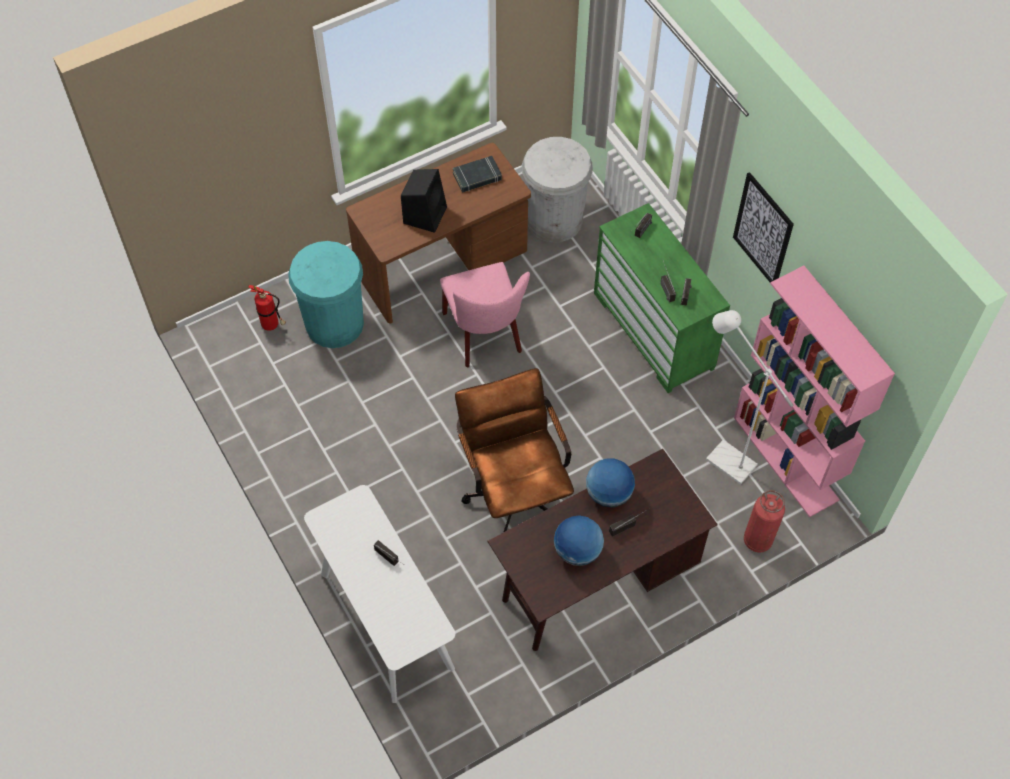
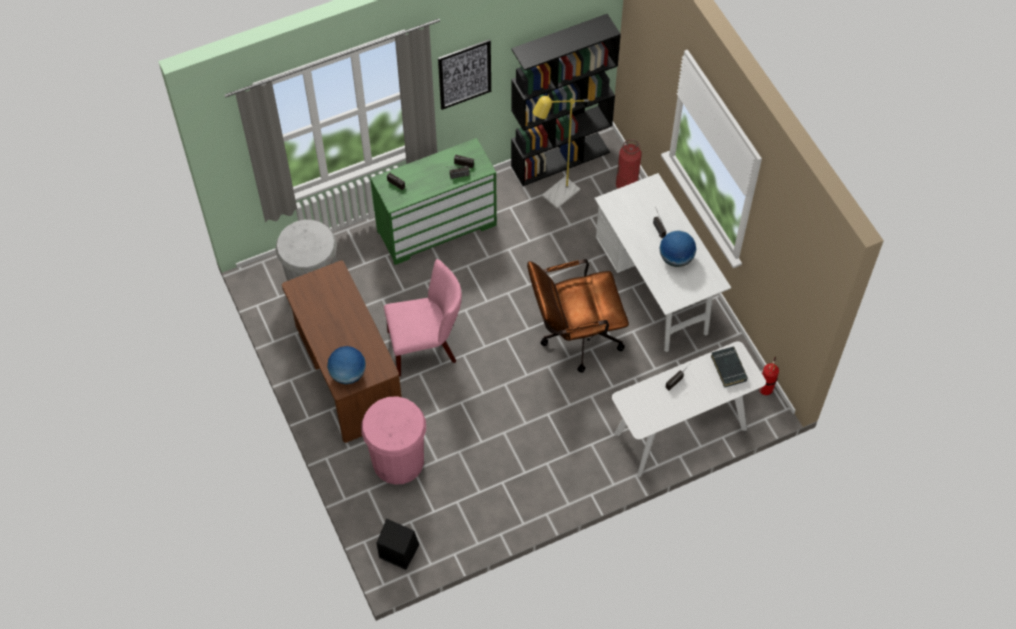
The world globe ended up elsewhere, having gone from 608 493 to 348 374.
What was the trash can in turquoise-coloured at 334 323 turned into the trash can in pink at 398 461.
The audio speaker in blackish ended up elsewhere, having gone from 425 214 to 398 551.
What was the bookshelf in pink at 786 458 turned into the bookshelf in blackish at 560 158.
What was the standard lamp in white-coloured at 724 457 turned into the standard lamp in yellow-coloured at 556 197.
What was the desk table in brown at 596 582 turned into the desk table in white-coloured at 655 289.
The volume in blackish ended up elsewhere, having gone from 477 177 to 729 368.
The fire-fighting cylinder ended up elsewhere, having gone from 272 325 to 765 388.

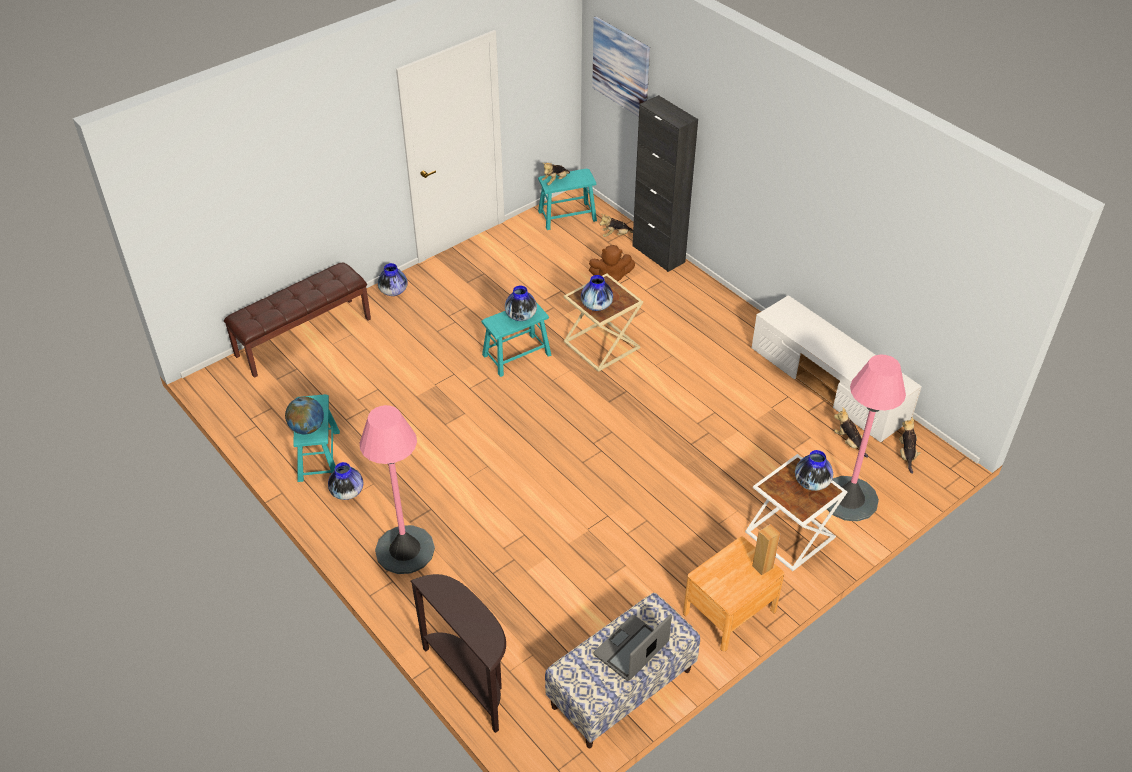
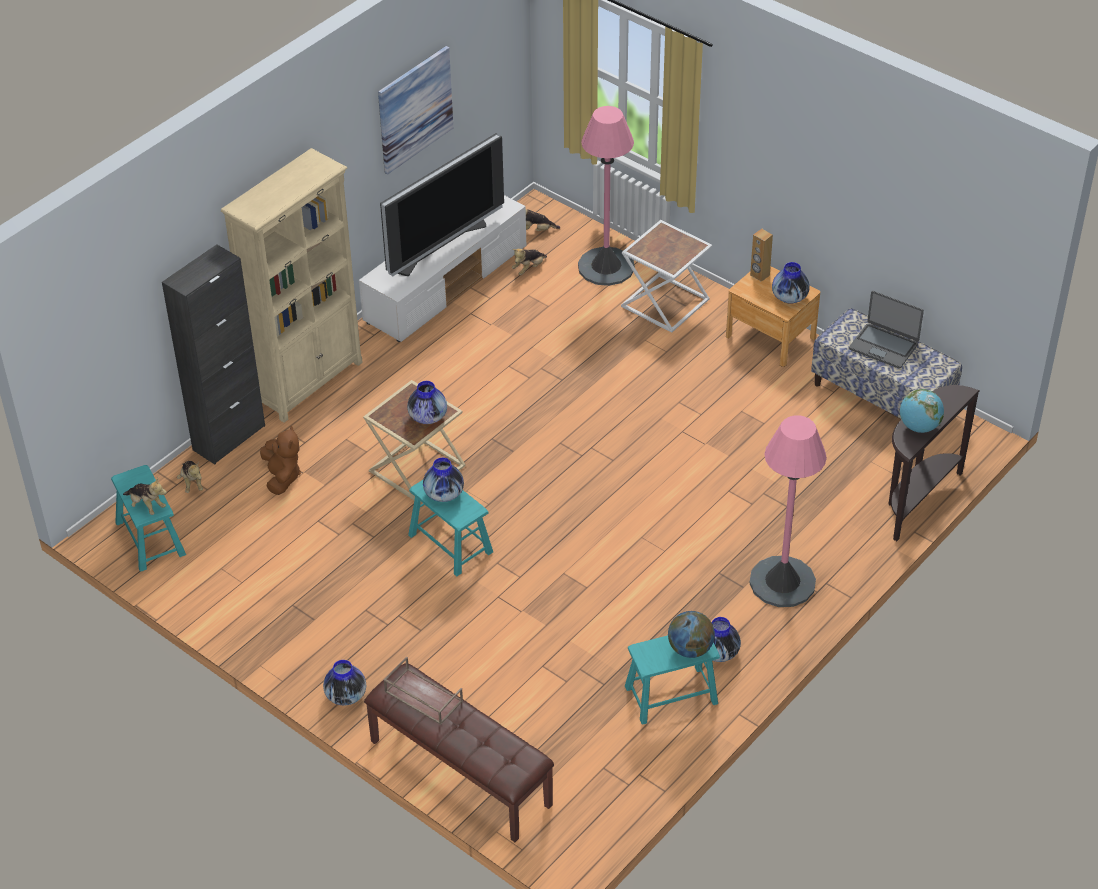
The second view gained the bookshelf in beige-coloured at 309 382.
The wall art ended up elsewhere, having gone from 621 67 to 415 109.
The second view gained the TV set at 441 246.
The second view gained the carrying tray in brown at 422 696.
The flower vase ended up elsewhere, having gone from 811 482 to 789 297.
The second view gained the world globe at 919 427.

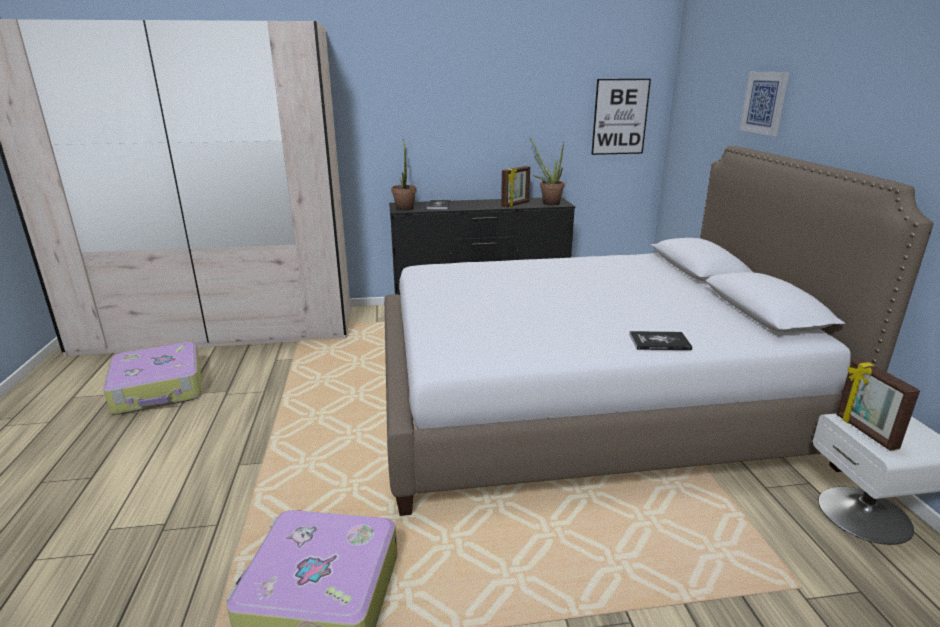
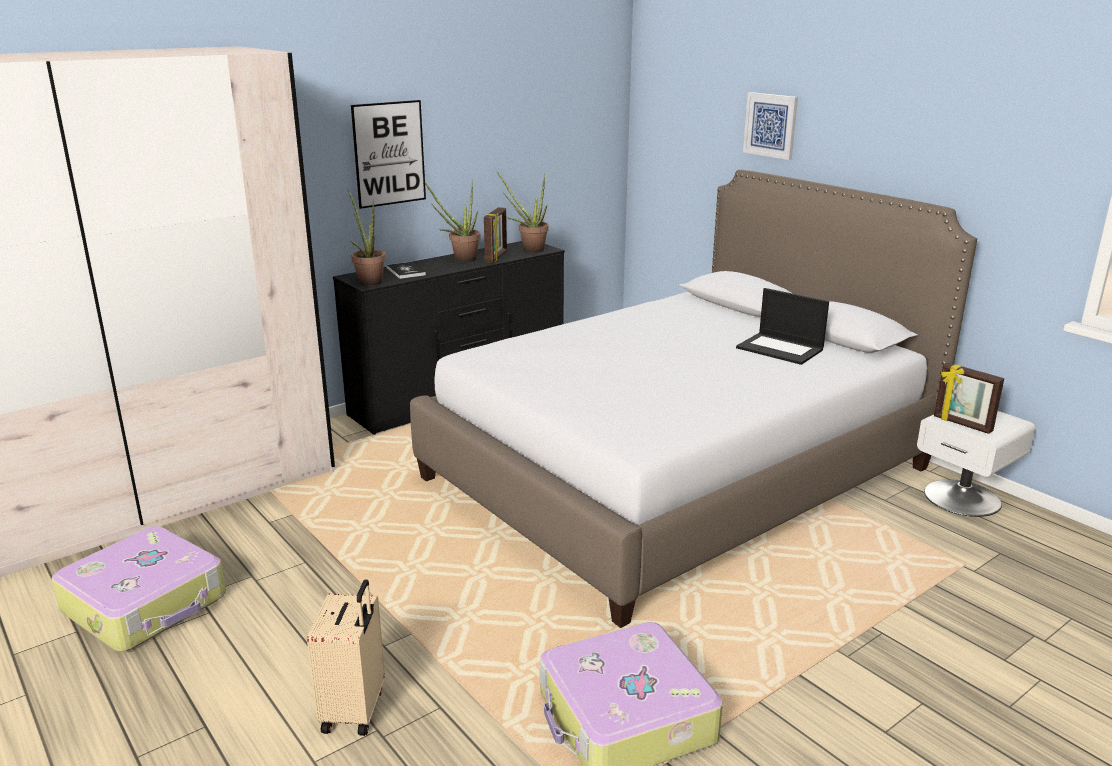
The second view gained the piece of luggage in beige-coloured at 355 710.
The wall art ended up elsewhere, having gone from 620 117 to 389 154.
The second view gained the houseplant at 460 259.
The second view gained the laptop at 781 349.
The second view lost the volume at 659 342.

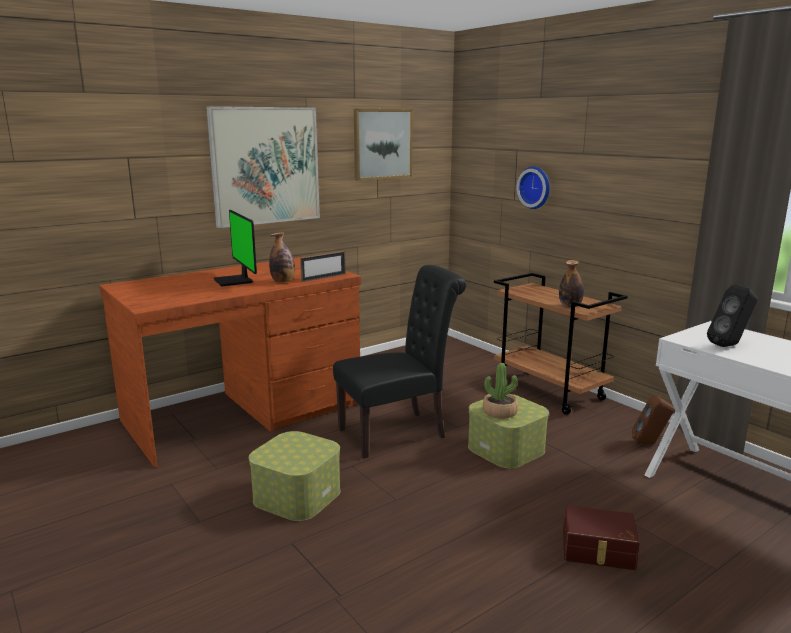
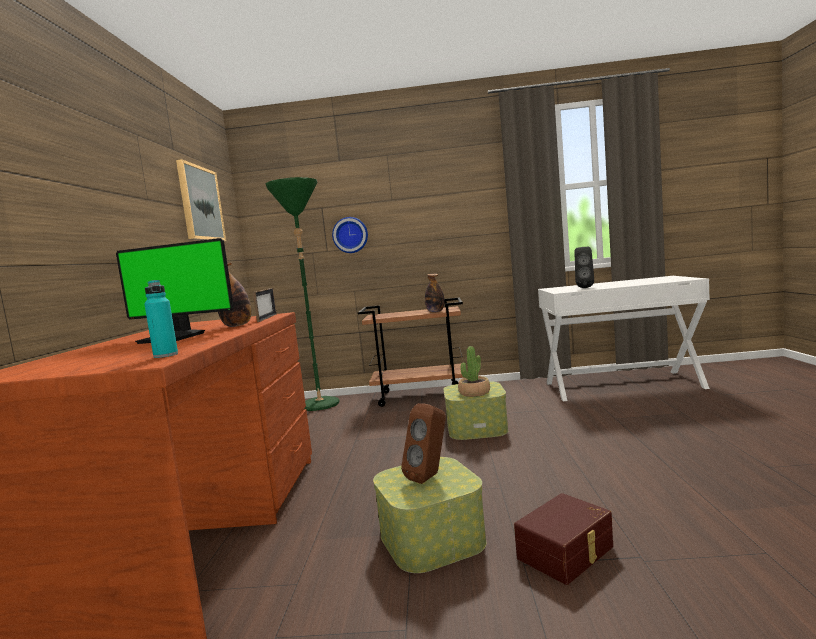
The second view gained the drink bottle in turquoise-coloured at 166 355.
The second view gained the standard lamp in green-coloured at 320 407.
The audio speaker in brown ended up elsewhere, having gone from 650 443 to 430 476.
The storage bin in brown ended up elsewhere, having gone from 598 551 to 567 553.
The second view lost the wall art at 265 166.
The second view lost the upright chair in blackish at 398 432.

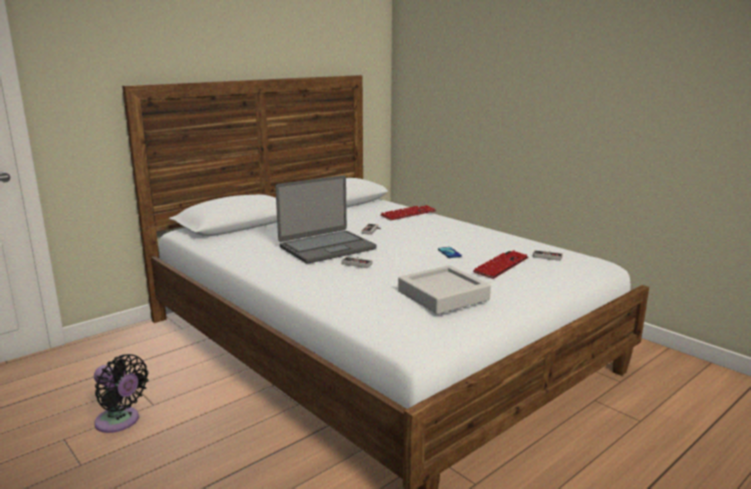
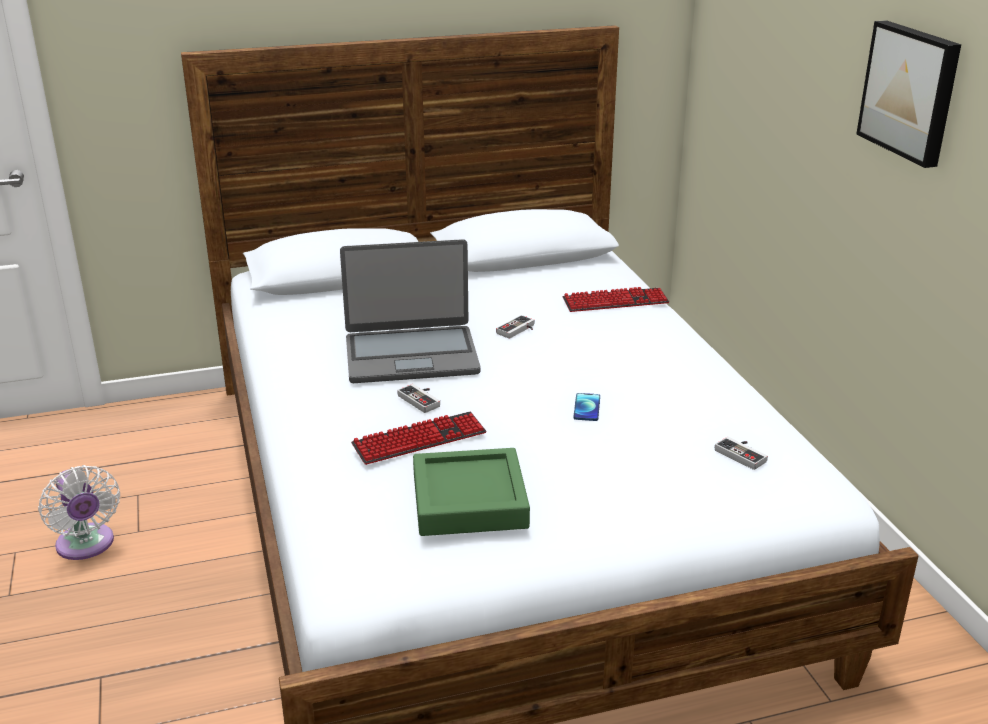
What was the fan in blackish at 120 422 turned into the fan in white-coloured at 86 546.
The keyboard ended up elsewhere, having gone from 501 266 to 419 440.
What was the carrying tray in greyish at 443 295 turned into the carrying tray in green-coloured at 469 501.
The second view gained the wall art at 911 92.

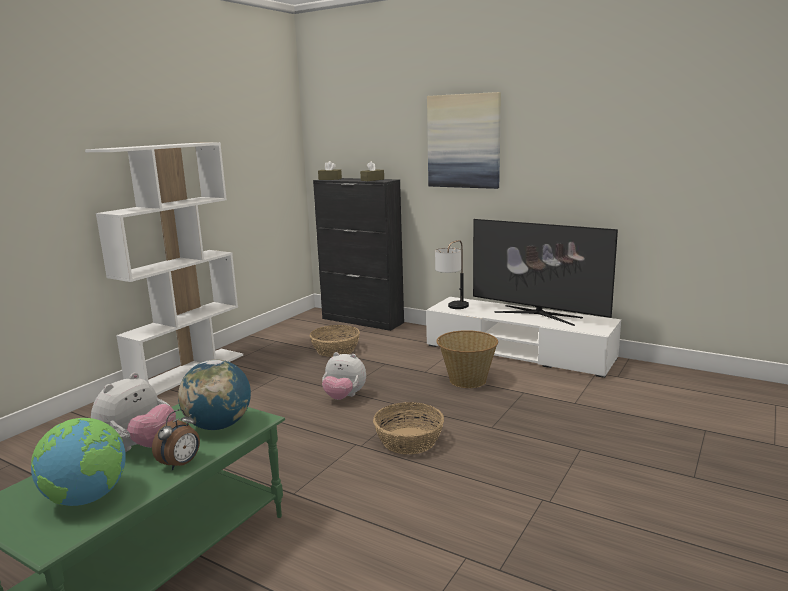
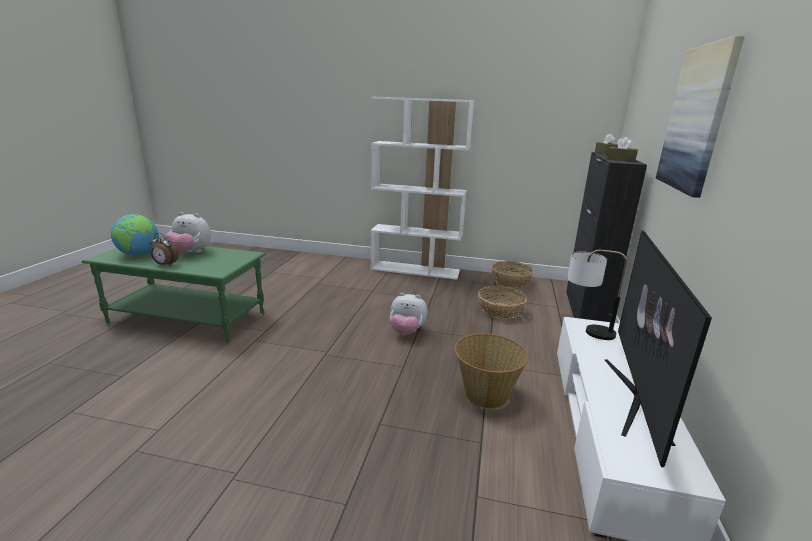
The soft toy at 344 397 ended up facing another way, 75 degrees counterclockwise from before.
The storage basket ended up elsewhere, having gone from 409 441 to 510 282.
The second view lost the world globe at 219 426.

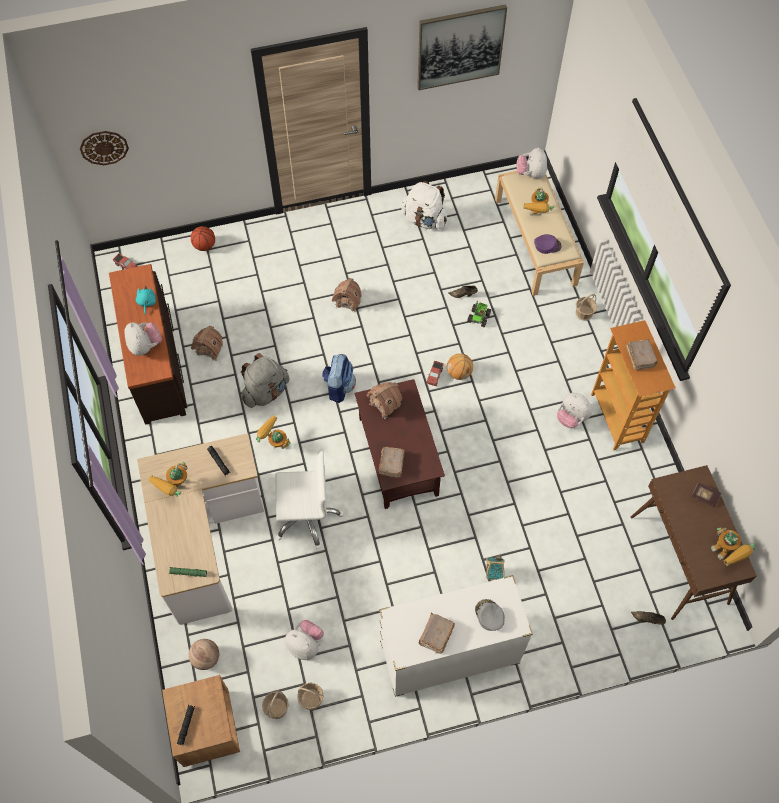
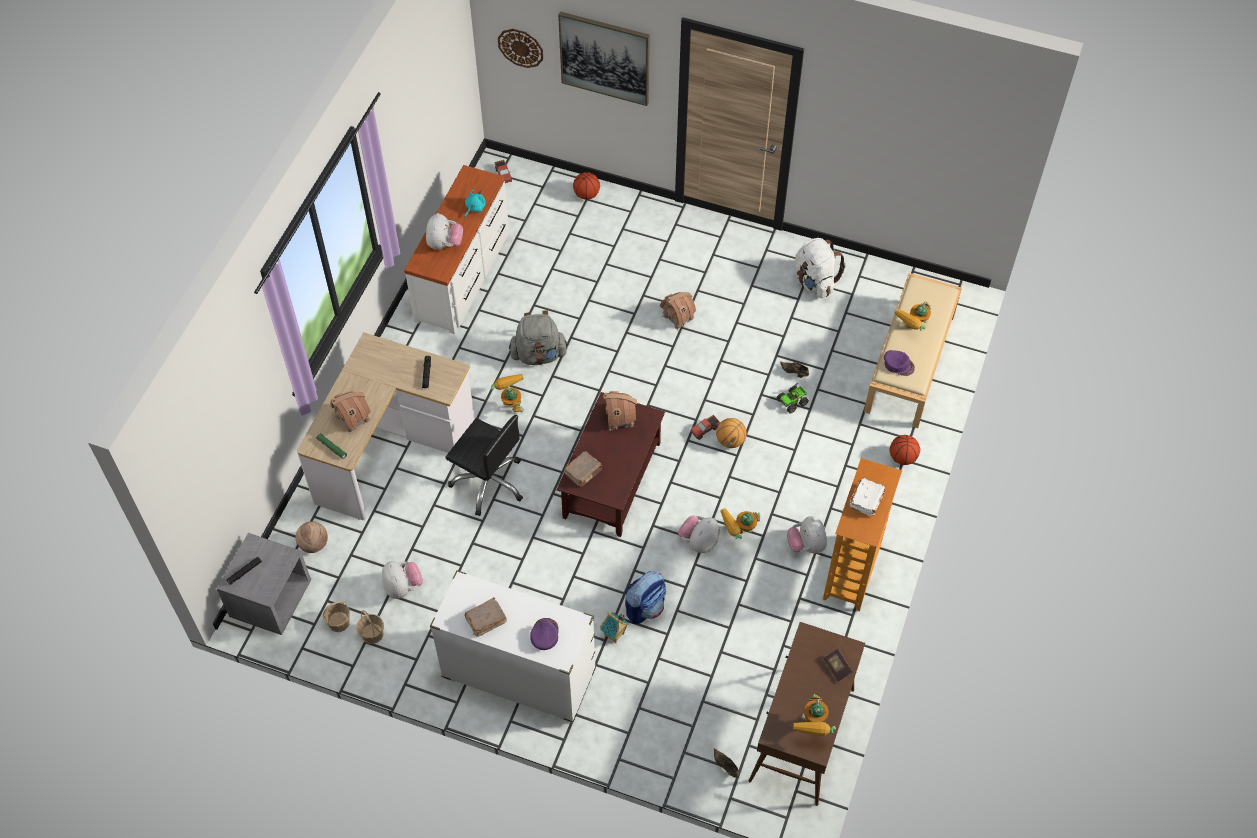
What was the bedside table in brown at 206 727 turned into the bedside table in greyish at 271 599.
The toy house ended up elsewhere, having gone from 209 349 to 353 418.
What was the chest of drawers in brown at 157 363 turned into the chest of drawers in white-coloured at 464 275.
What was the office chair in white-coloured at 306 516 turned into the office chair in blackish at 489 482.
What was the cap in greyish at 489 616 turned into the cap in purplish at 544 635.
The wall art ended up elsewhere, having gone from 460 47 to 605 58.
The rucksack ended up elsewhere, having gone from 339 387 to 645 607.
The soft toy ended up elsewhere, having gone from 531 174 to 699 542.
The model robot ended up elsewhere, having gone from 176 490 to 738 534.
What was the volume in brown at 640 357 turned into the volume in white-coloured at 867 500.
Where the storage basket stood at 584 313, the basketball ball came to stand at 902 457.

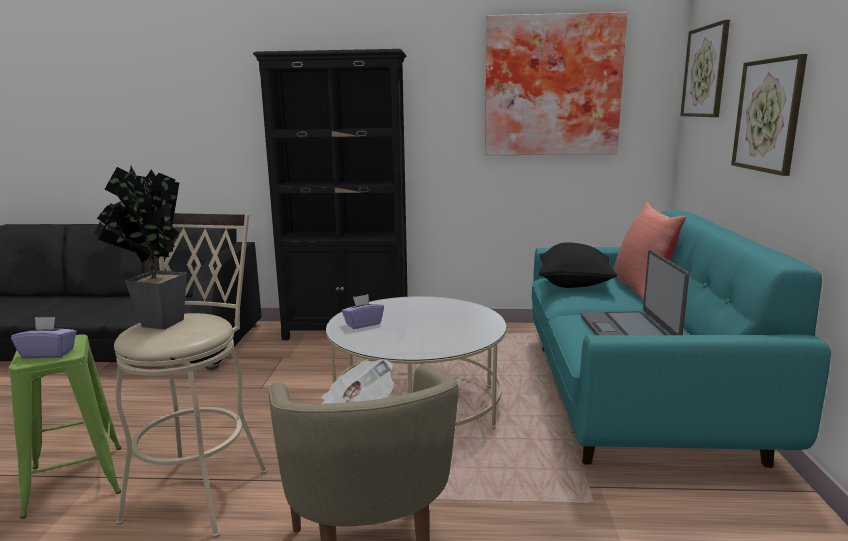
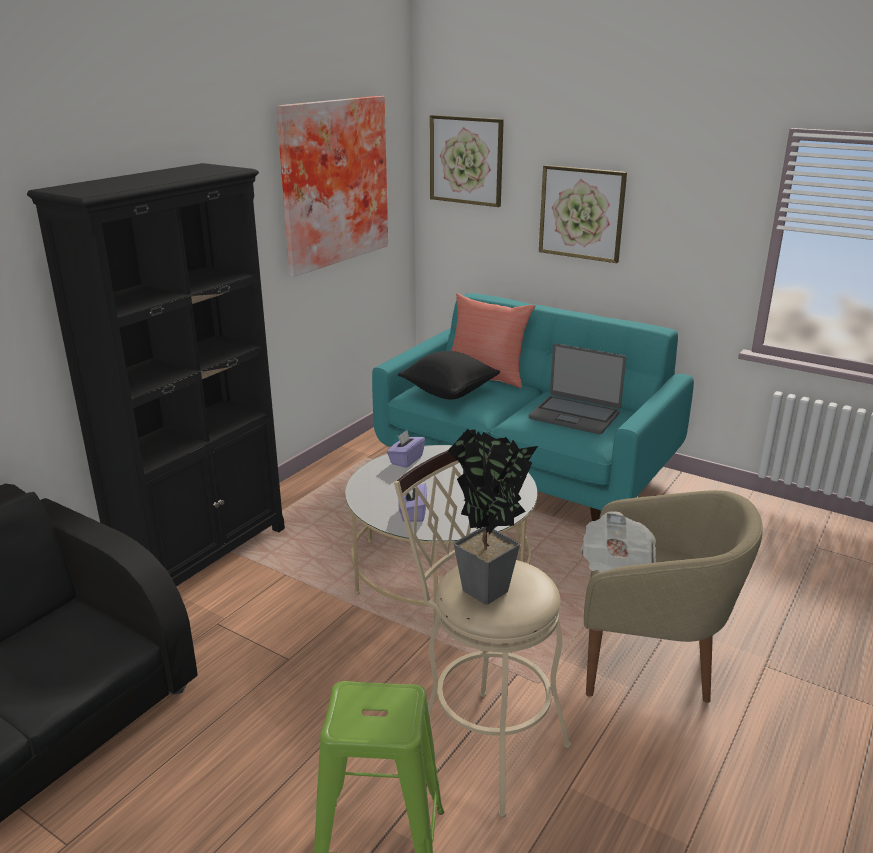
The box of tissues in purplish ended up elsewhere, having gone from 48 353 to 406 460.

